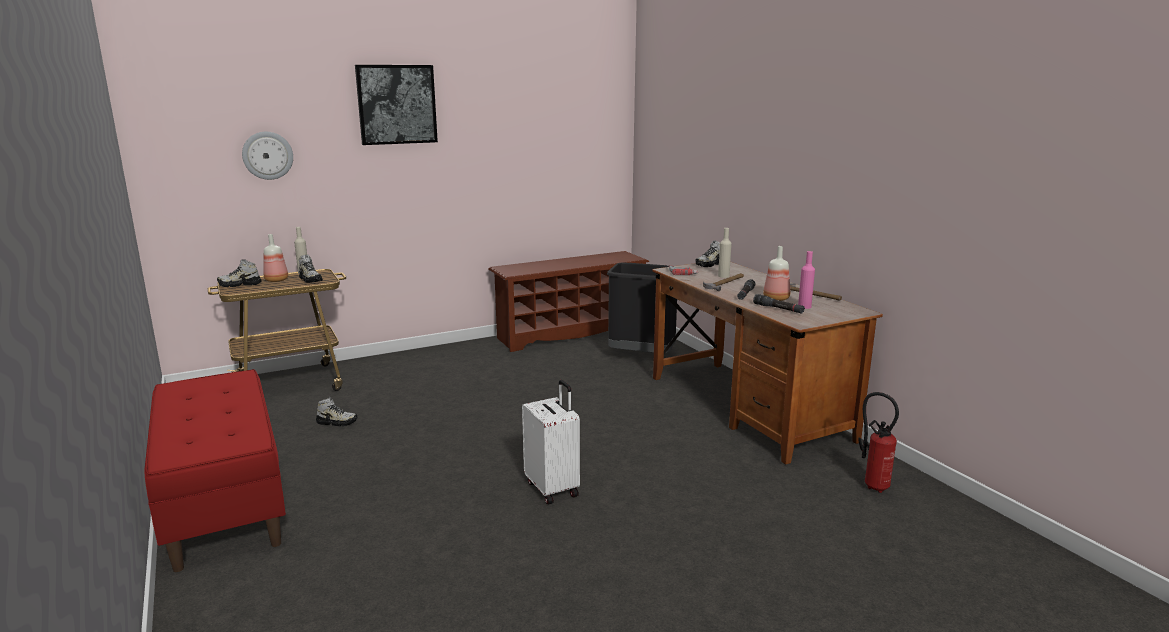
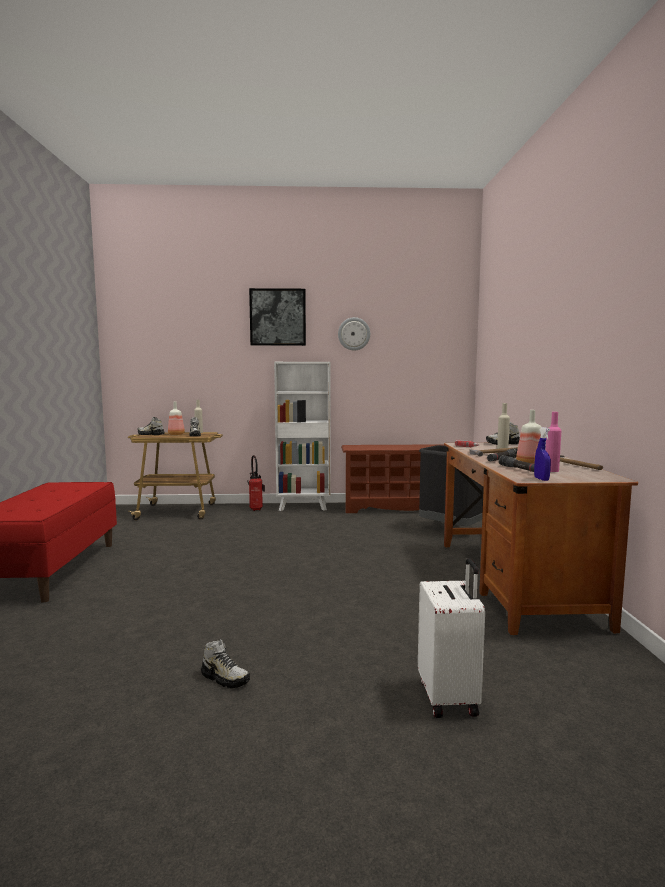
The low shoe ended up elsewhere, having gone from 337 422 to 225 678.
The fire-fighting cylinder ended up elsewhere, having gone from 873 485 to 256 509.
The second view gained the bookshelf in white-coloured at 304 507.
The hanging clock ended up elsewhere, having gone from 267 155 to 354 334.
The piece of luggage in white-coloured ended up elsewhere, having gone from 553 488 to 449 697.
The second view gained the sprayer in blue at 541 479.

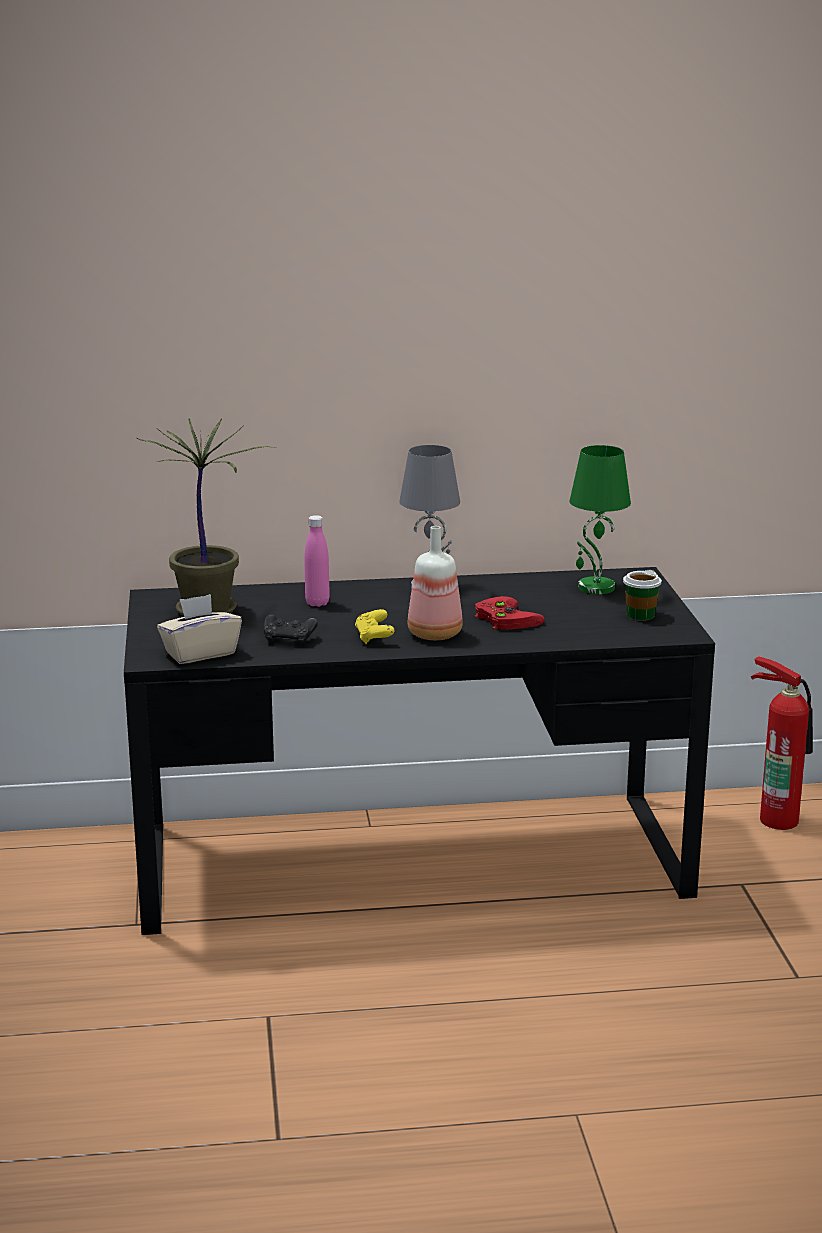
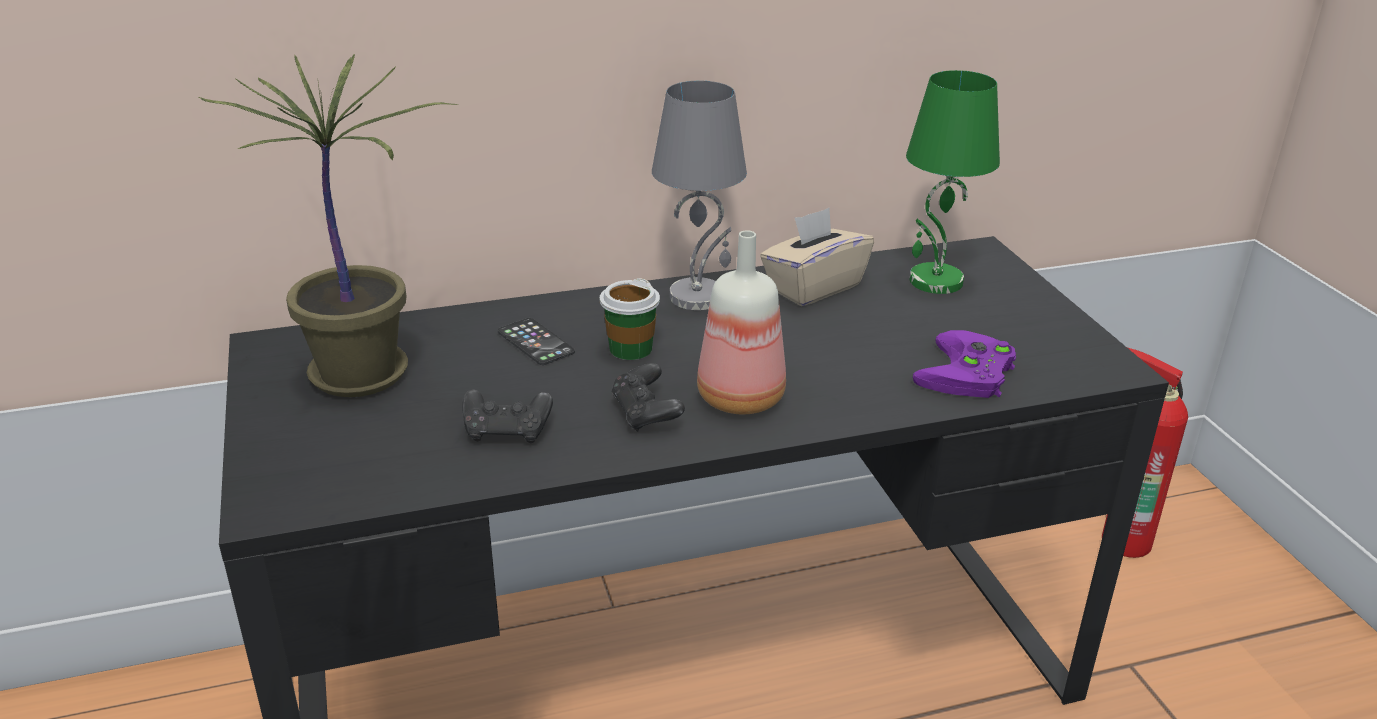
Where the drink bottle in pink stood at 317 603, the phone came to stand at 535 342.
The small cup ended up elsewhere, having gone from 640 615 to 630 349.
What was the game controller in yellow-coloured at 374 637 turned into the game controller in blackish at 646 414.
The box of tissues in beige-coloured ended up elsewhere, having gone from 200 653 to 813 287.
The second view gained the game controller in purplish at 968 374.
The second view lost the game controller in reddish at 503 618.

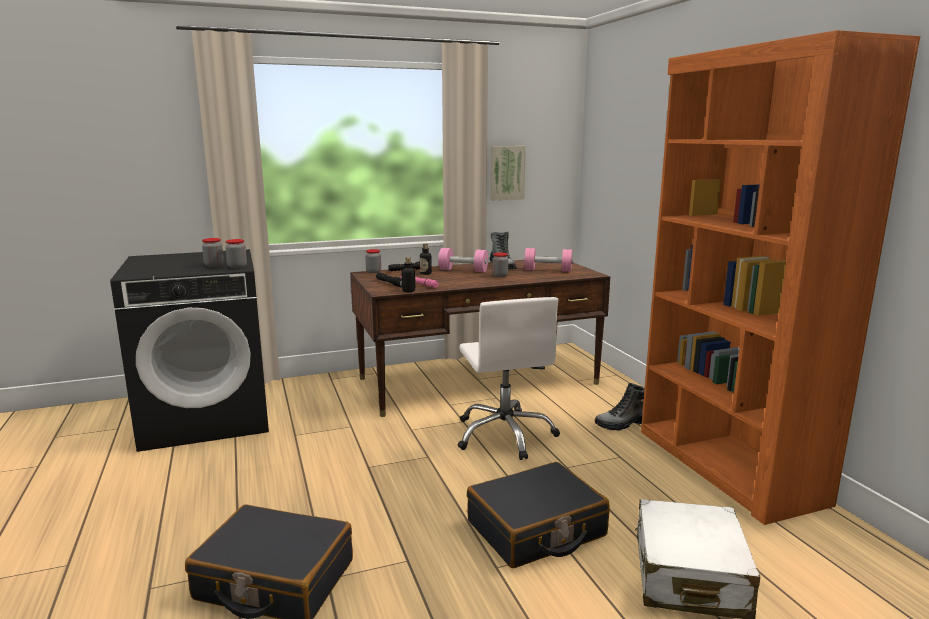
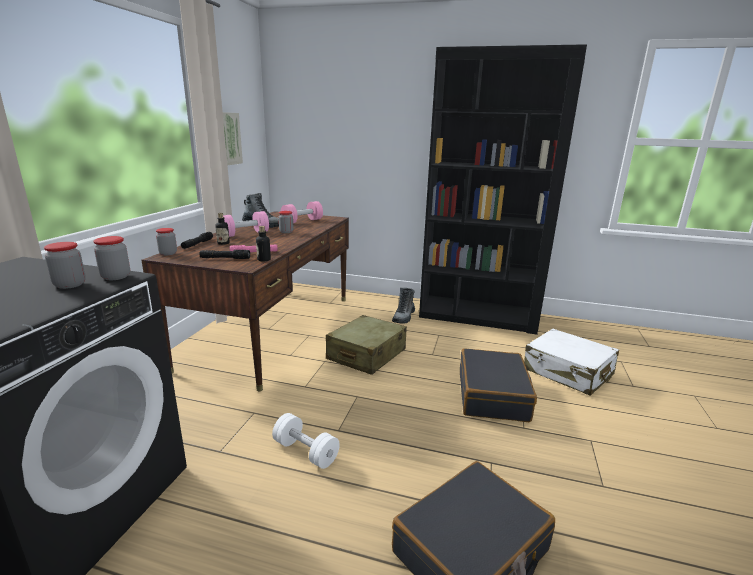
The second view gained the dumbbell in white-coloured at 306 451.
Where the office chair in white-coloured stood at 505 435, the piece of luggage in beige-coloured came to stand at 366 355.
What was the bookshelf in orangey at 726 466 turned into the bookshelf in blackish at 478 316.

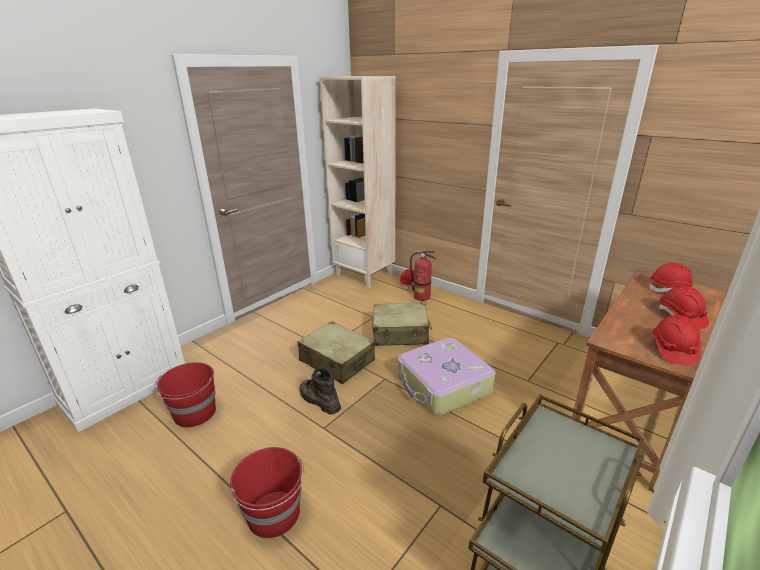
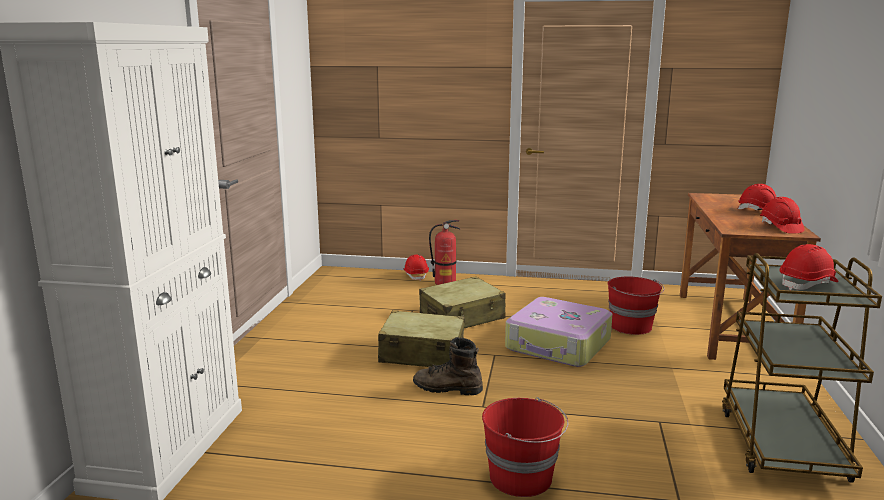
The water bucket in reddish ended up elsewhere, having gone from 194 413 to 631 327.
The safety helmet in reddish ended up elsewhere, having gone from 670 289 to 807 284.
The second view lost the bookshelf in beige-coloured at 364 275.

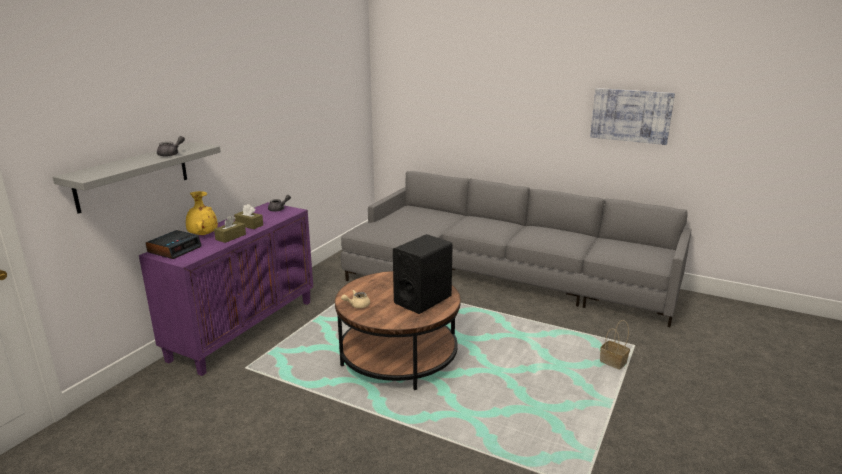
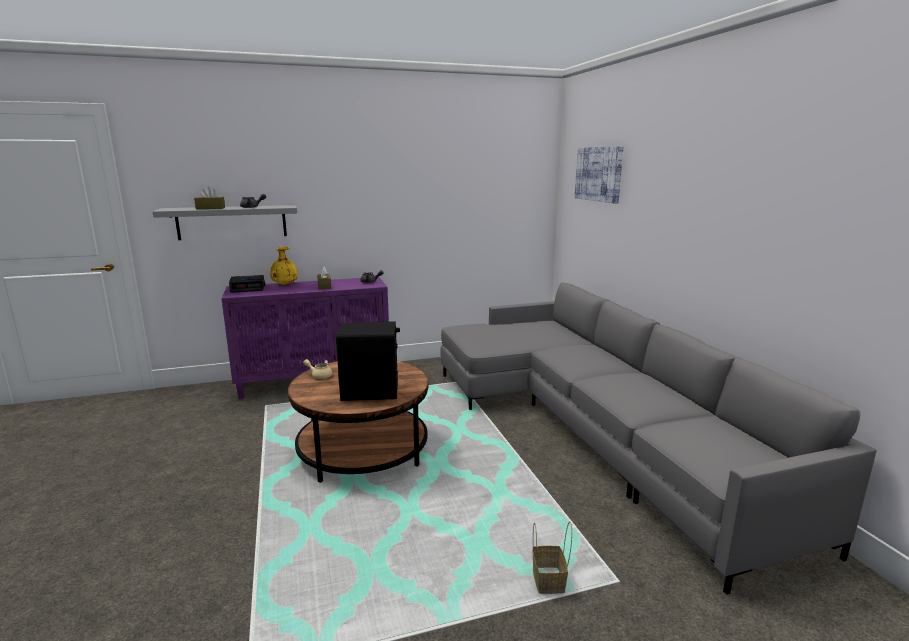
The box of tissues in brown ended up elsewhere, having gone from 231 237 to 210 208.
The wall art ended up elsewhere, having gone from 631 115 to 598 174.

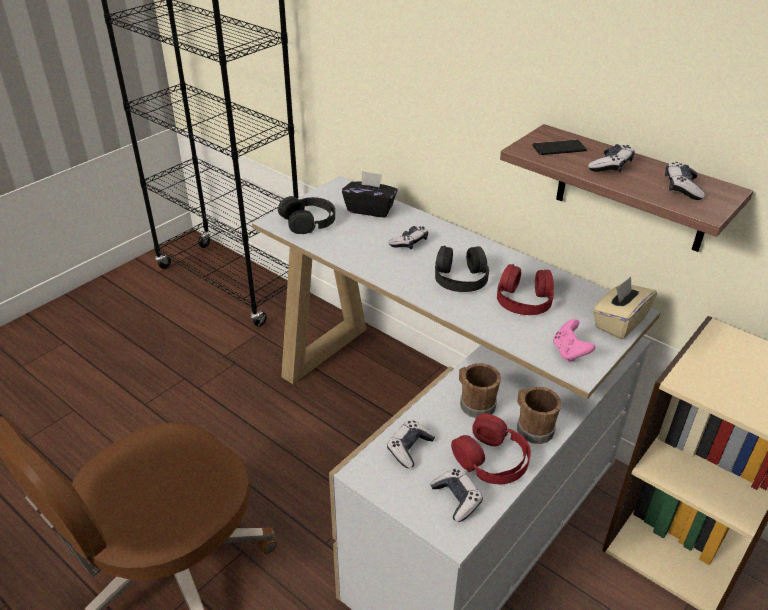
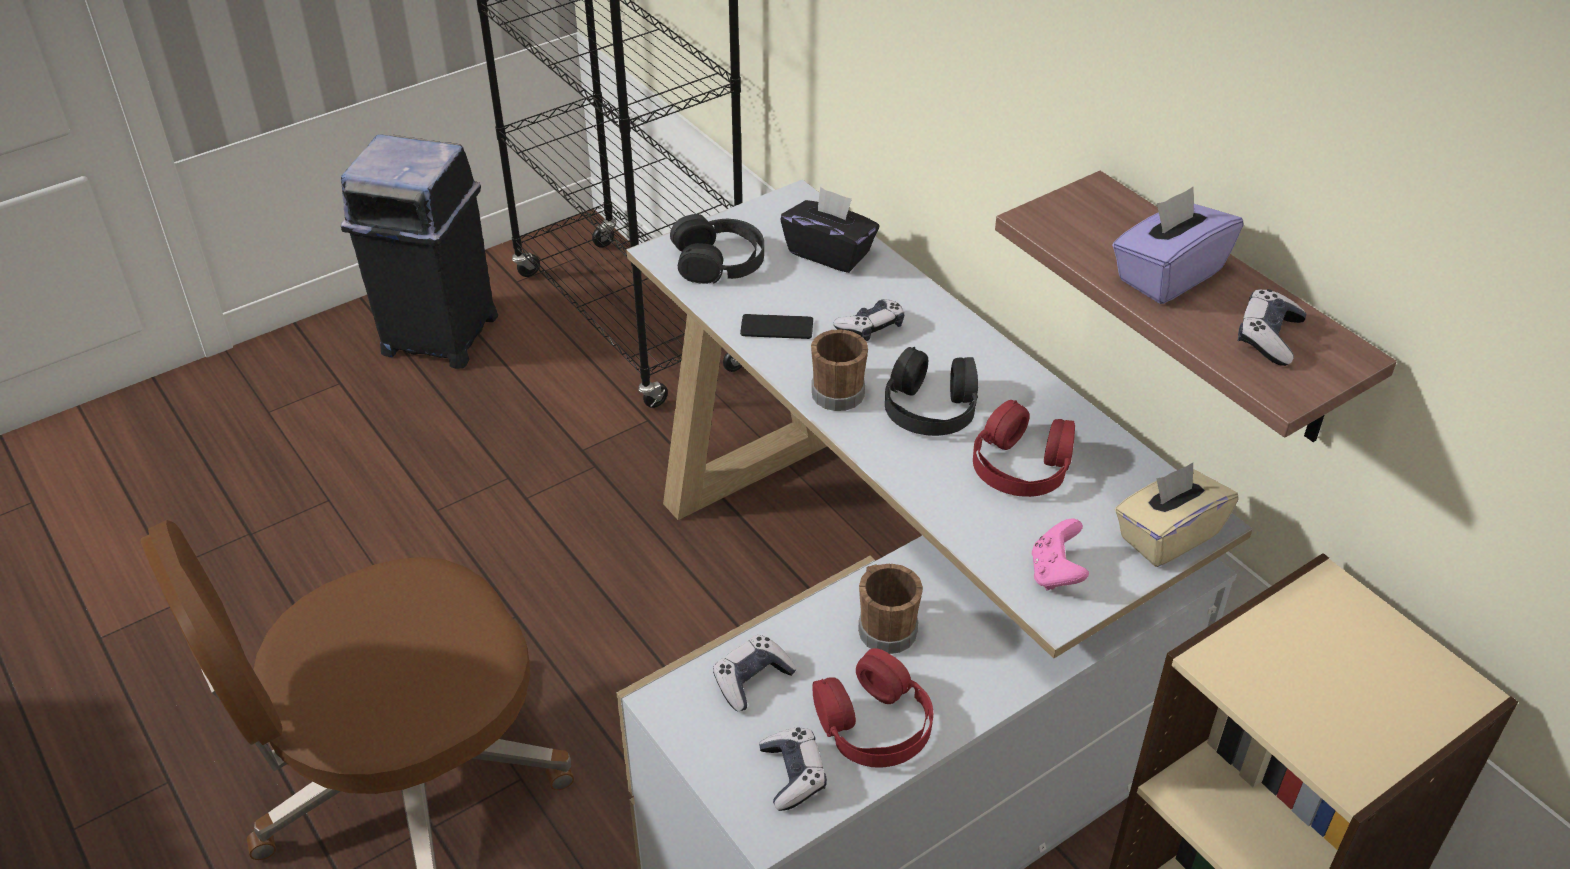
The second view gained the trash can in blackish at 438 334.
The phone ended up elsewhere, having gone from 559 148 to 776 328.
The mug in brown ended up elsewhere, having gone from 532 427 to 836 390.
Where the game controller stood at 610 166, the box of tissues in purplish came to stand at 1168 275.

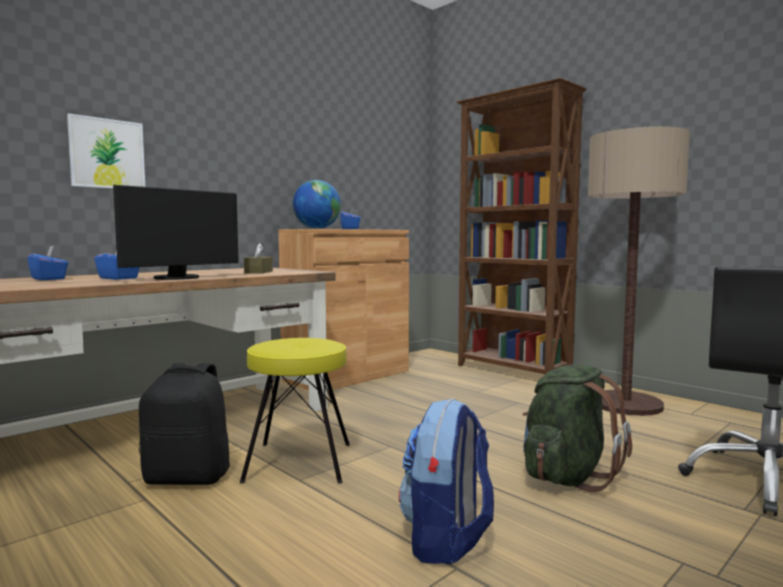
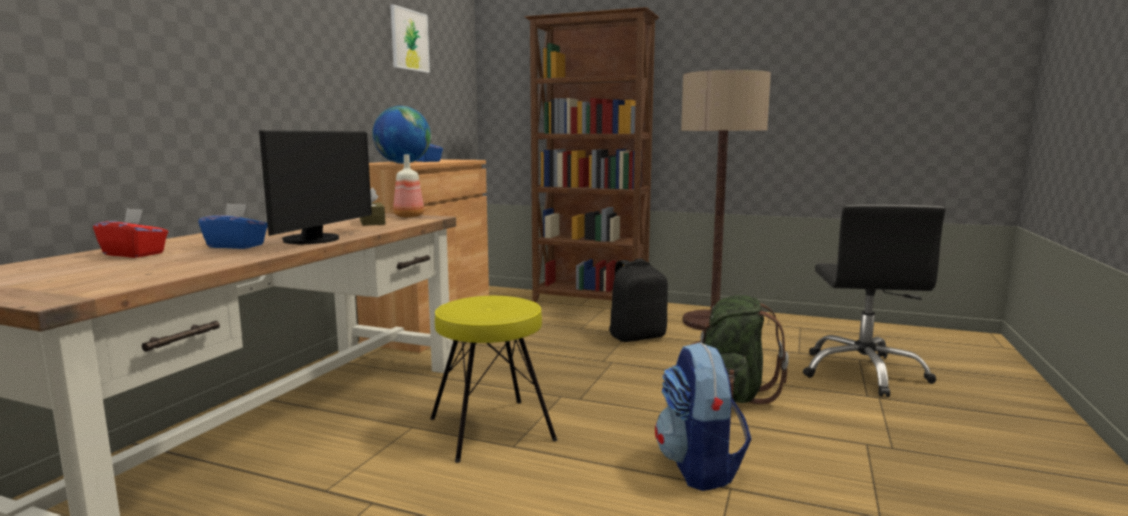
What was the box of tissues in blue at 49 279 turned into the box of tissues in reddish at 134 254.
The wall art ended up elsewhere, having gone from 107 154 to 409 40.
The second view gained the drink bottle at 408 216.
The rucksack in blackish ended up elsewhere, having gone from 188 477 to 637 336.

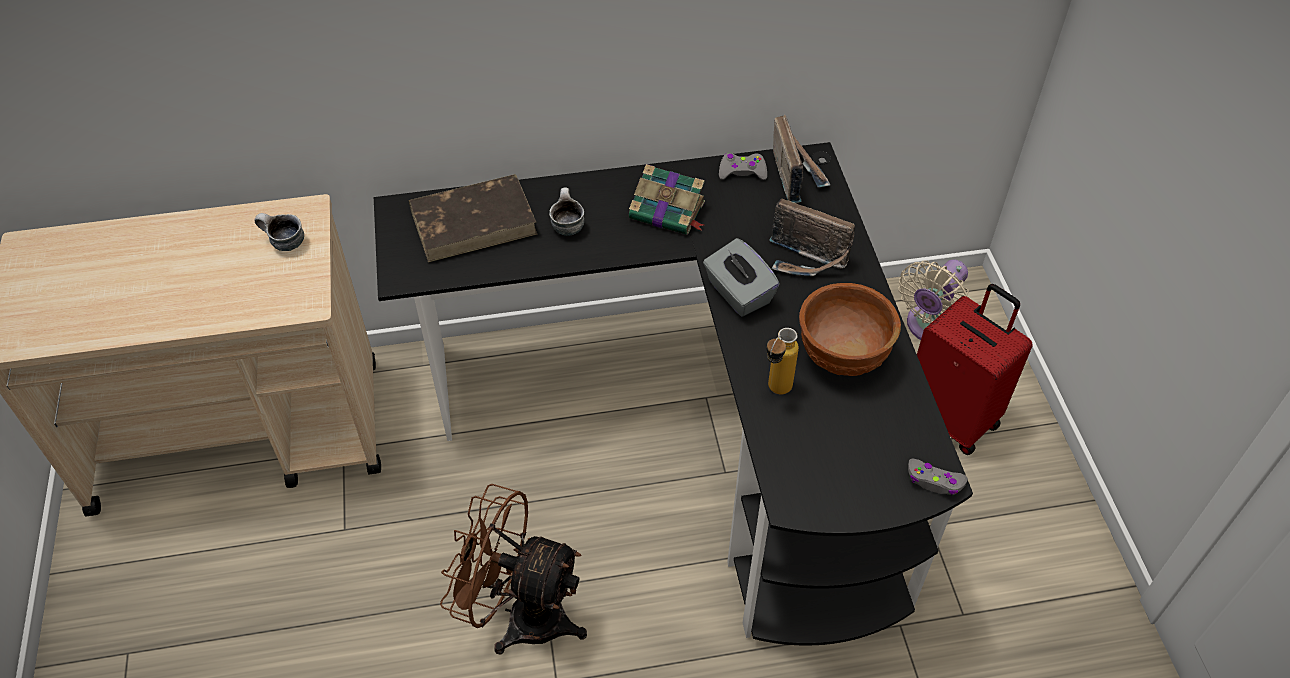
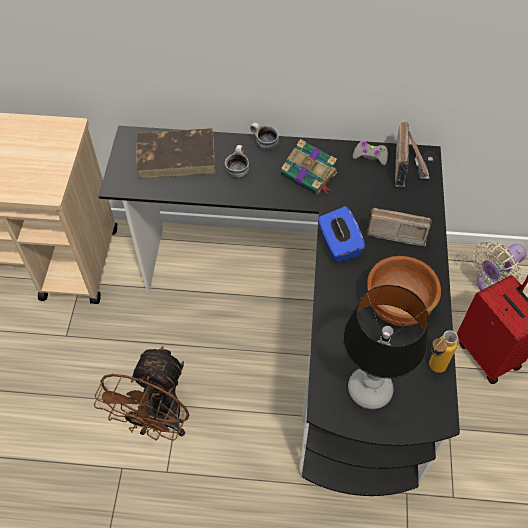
The fan in brown at 521 615 ended up facing another way, 105 degrees counterclockwise from before.
The mug ended up elsewhere, having gone from 283 244 to 264 145.
What was the box of tissues in greyish at 738 293 turned into the box of tissues in blue at 338 245.
The second view gained the table lamp at 370 390.
The radio receiver at 806 260 ended up facing another way, 150 degrees clockwise from before.
The drink bottle ended up elsewhere, having gone from 774 392 to 432 370.
The second view lost the game controller in greyish at 934 481.

